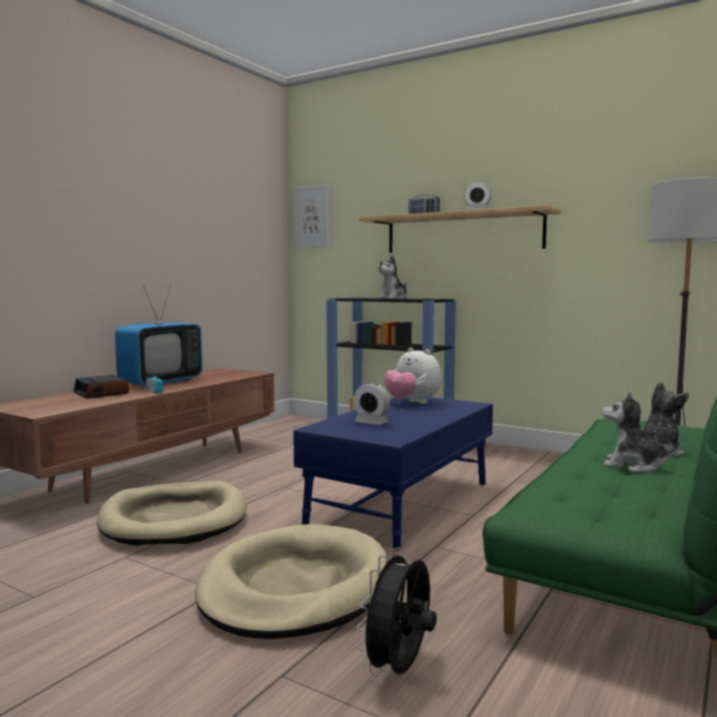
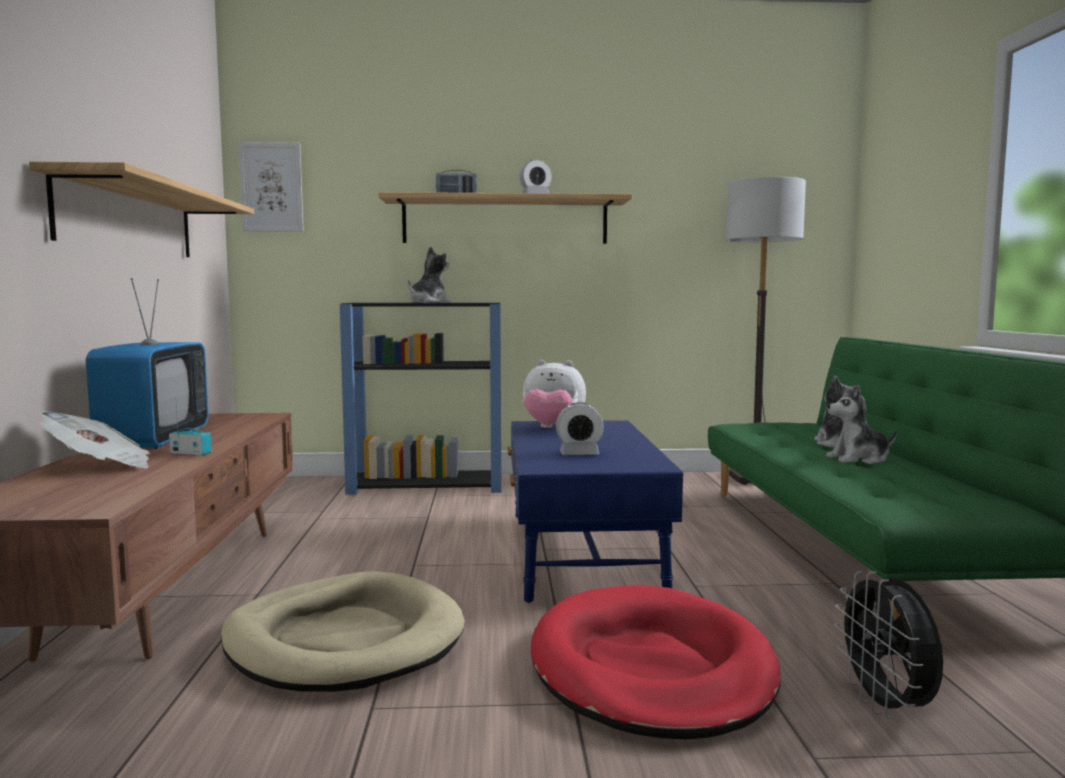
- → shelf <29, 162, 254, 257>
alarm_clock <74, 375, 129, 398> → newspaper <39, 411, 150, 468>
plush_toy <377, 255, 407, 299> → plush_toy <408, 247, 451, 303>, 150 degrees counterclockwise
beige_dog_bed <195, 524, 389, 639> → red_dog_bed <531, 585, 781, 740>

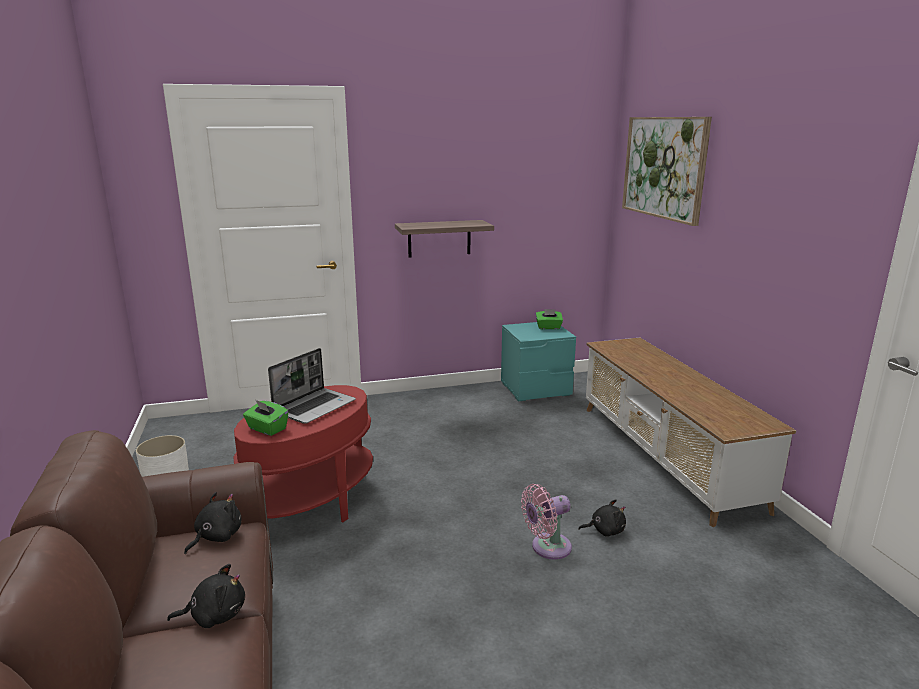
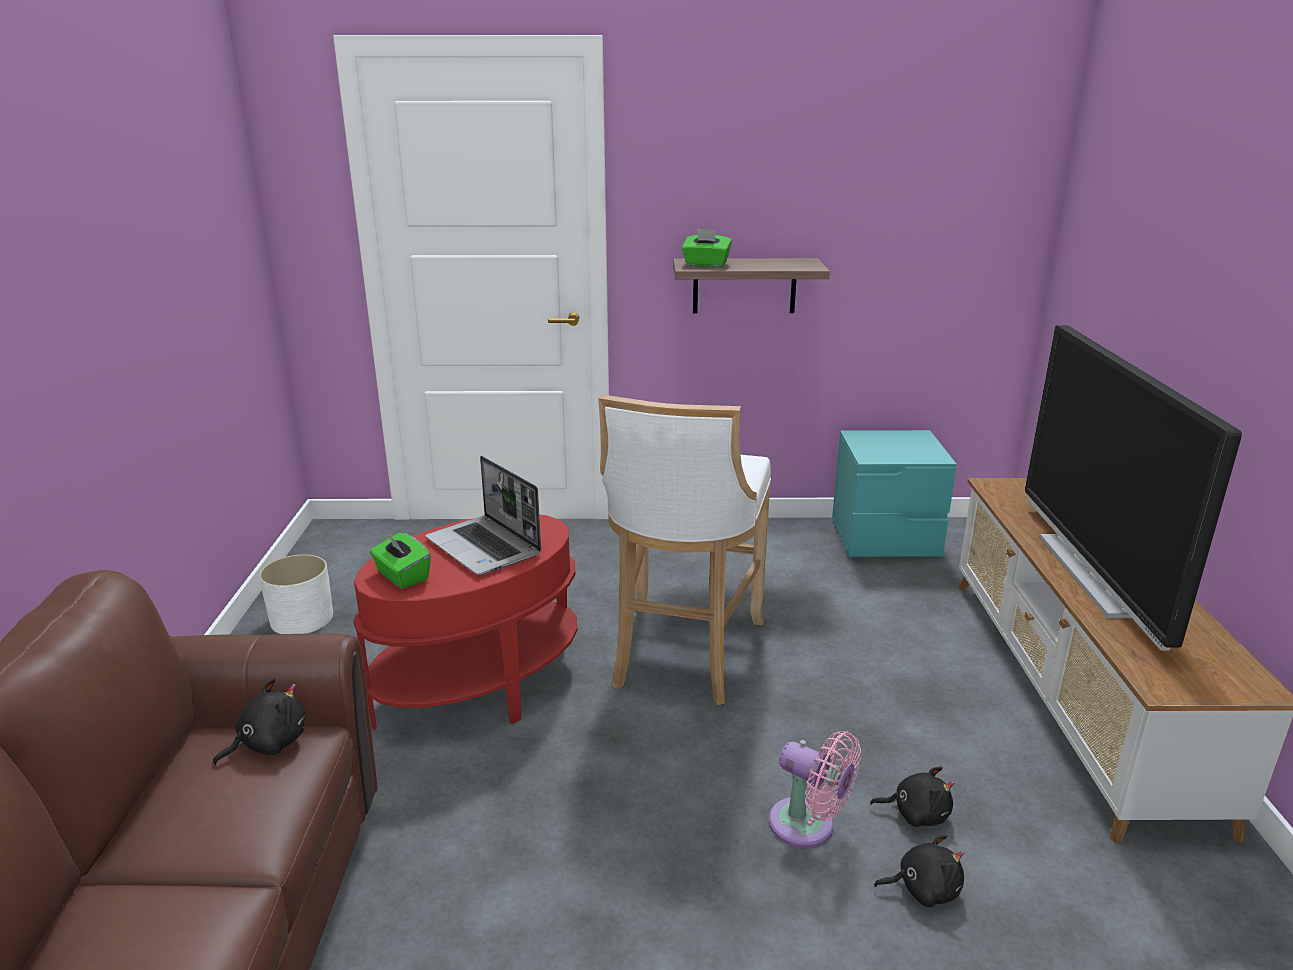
laptop <268, 348, 356, 424> → laptop <425, 456, 541, 575>, 90 degrees clockwise
- → white_stool <598, 394, 771, 705>
green_tissue_box <536, 309, 563, 329> → green_tissue_box <682, 228, 732, 267>, shifted
pink_fan <521, 484, 572, 559> → pink_fan <769, 731, 861, 848>, 135 degrees counterclockwise
black_plush_toy <167, 564, 245, 628> → black_plush_toy <874, 834, 964, 907>, shifted
- → television <1025, 325, 1242, 651>
picture <622, 117, 712, 226> → -

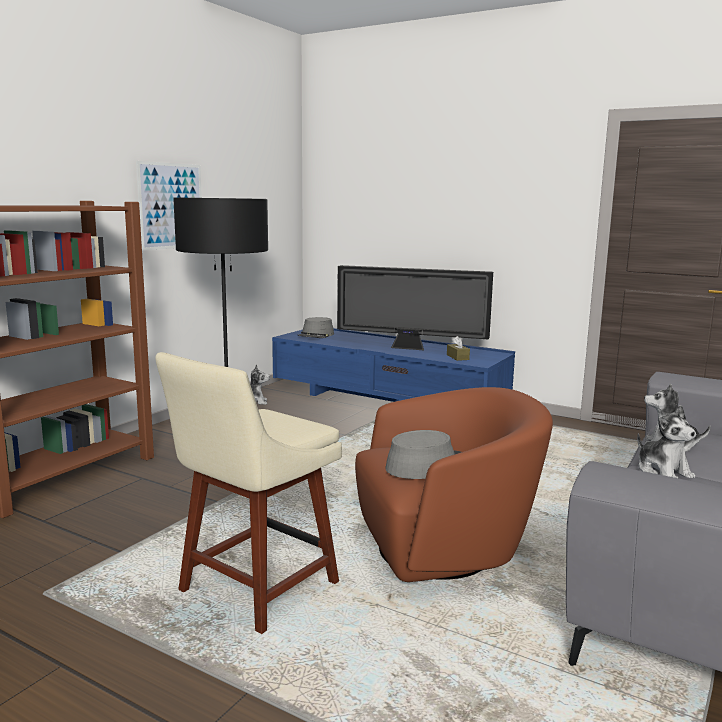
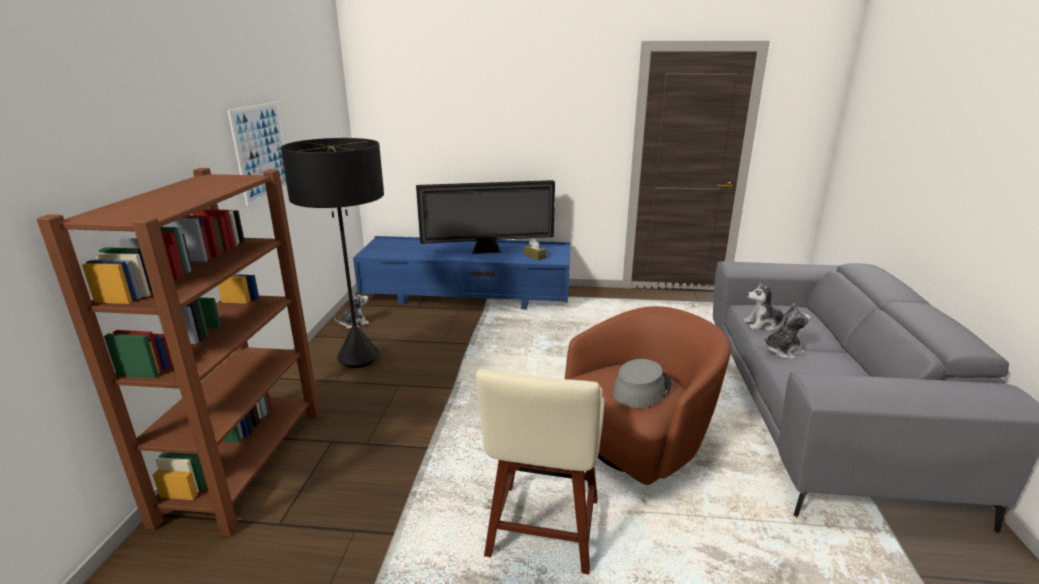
plush_toy <637, 405, 696, 478> → plush_toy <764, 303, 811, 359>, 60 degrees counterclockwise
grey_hat <297, 317, 334, 338> → -

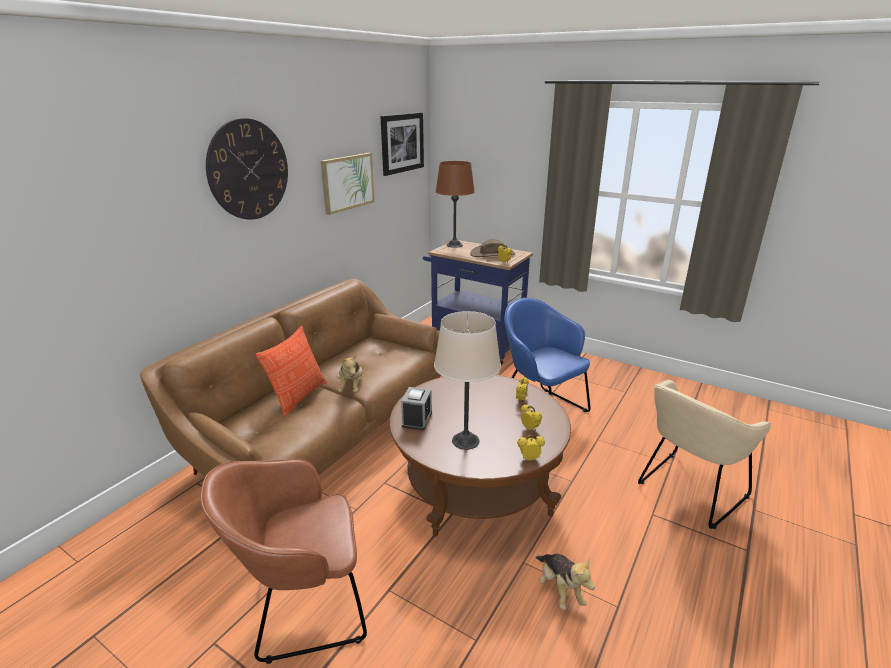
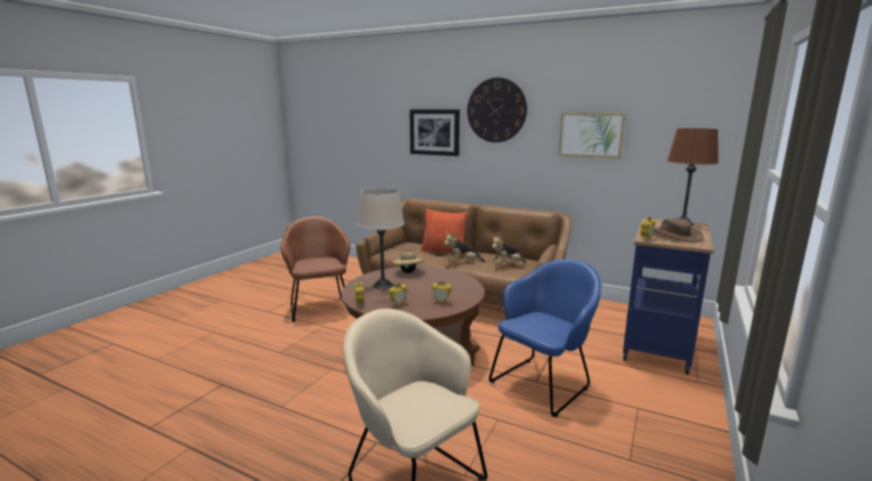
alarm_clock <401, 387, 432, 430> → beige_hat <393, 252, 424, 273>
picture <380, 112, 424, 176> → picture <410, 109, 460, 156>, shifted
plush_toy <536, 554, 595, 610> → plush_toy <491, 235, 526, 265>, shifted

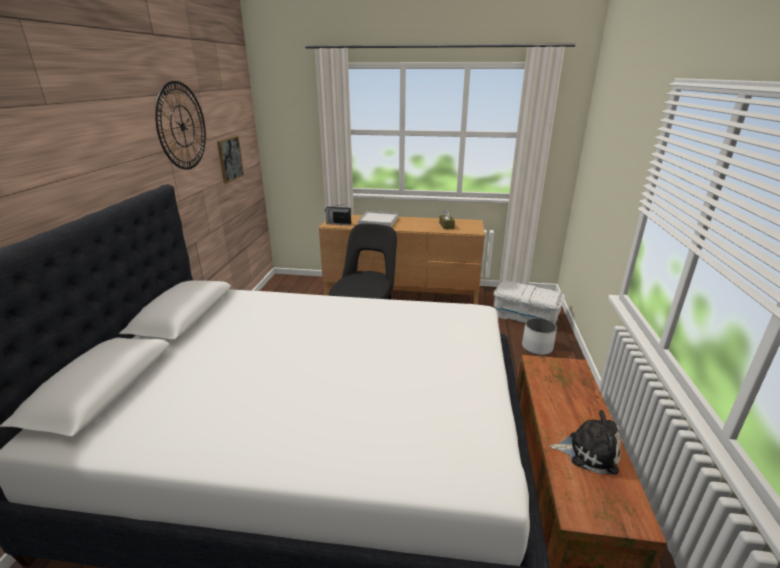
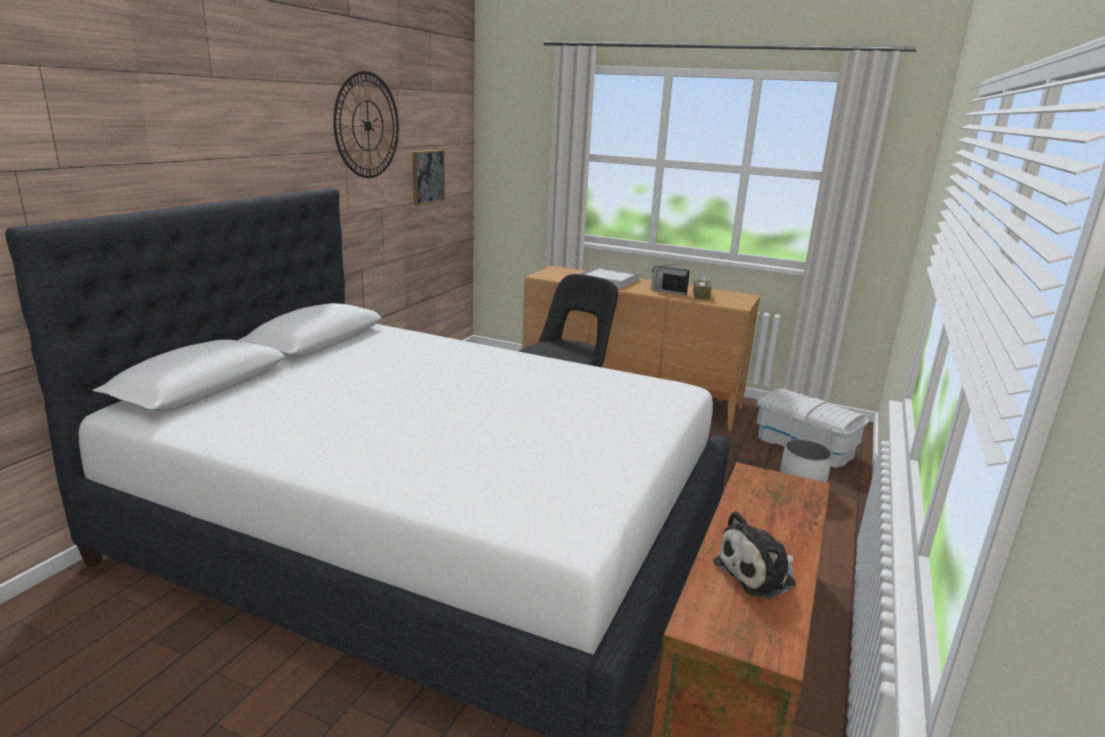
radio <325, 204, 351, 225> → radio <651, 263, 690, 295>, shifted
plush_toy <549, 410, 621, 474> → plush_toy <713, 511, 796, 599>, 120 degrees clockwise

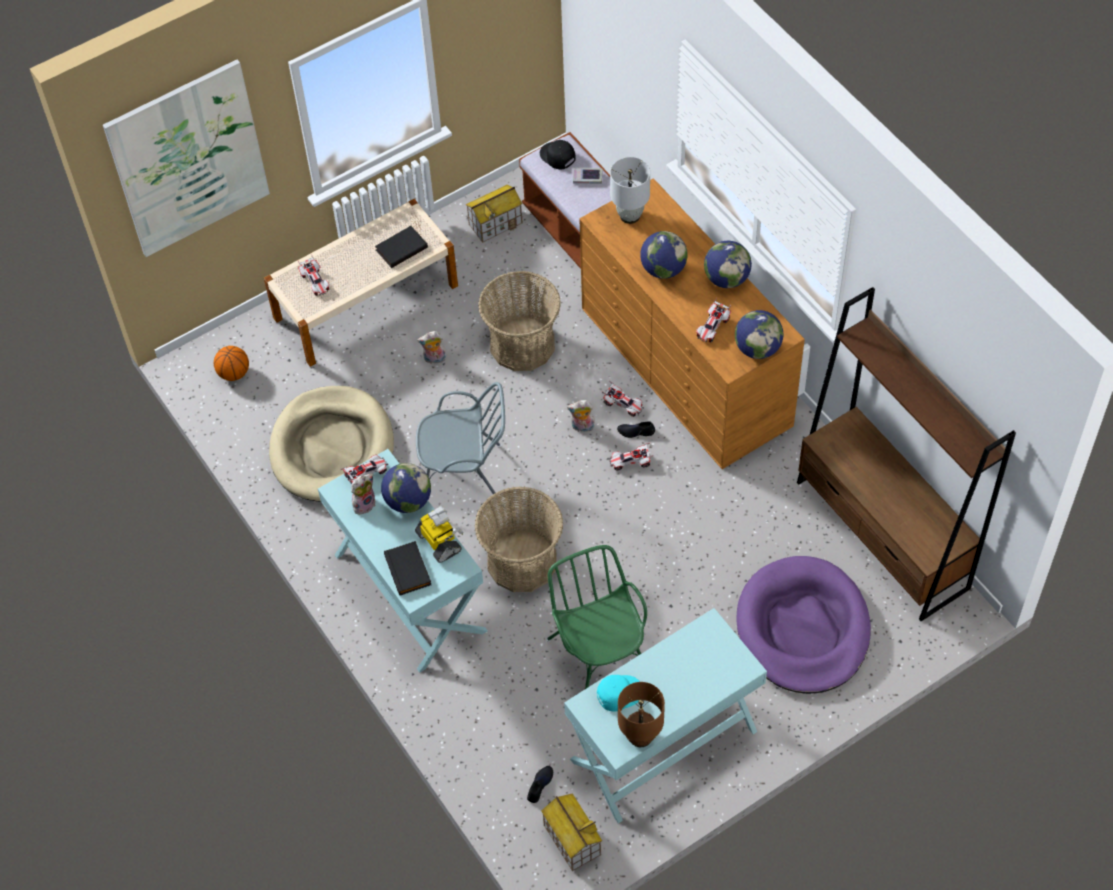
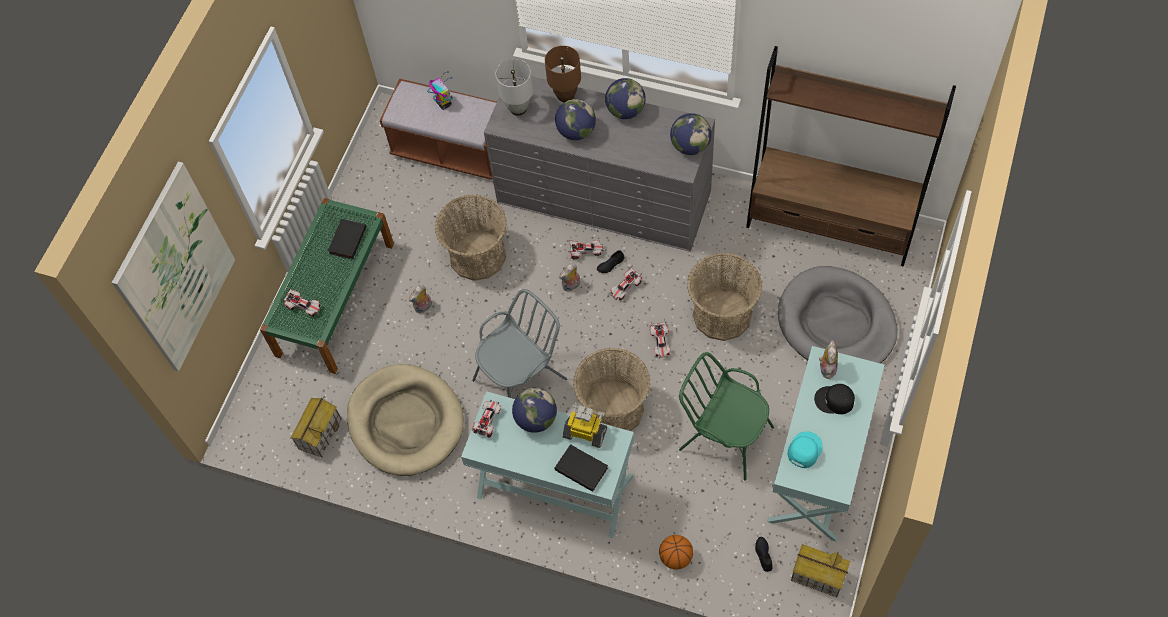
beige_bench <264, 199, 458, 367> → green_bench <260, 198, 394, 374>
toy_house <466, 185, 522, 243> → toy_house <291, 398, 341, 458>, shifted
book <573, 167, 603, 184> → toy_robot <427, 71, 453, 110>
brown_dresser <579, 178, 805, 469> → grey_dresser <484, 76, 715, 252>
brown_table_lamp <618, 682, 665, 747> → brown_table_lamp <545, 46, 581, 102>, shifted
toy_car <696, 298, 731, 342> → toy_car <650, 319, 671, 358>, shifted
basketball <214, 346, 249, 381> → basketball <659, 535, 693, 569>, shifted
- → basket <687, 253, 762, 341>
purple_dog_bed <736, 556, 871, 694> → grey_dog_bed <778, 266, 898, 363>
black_cap <540, 140, 576, 169> → black_cap <814, 384, 855, 414>, shifted
plush_toy <351, 474, 375, 514> → plush_toy <819, 340, 838, 379>, shifted

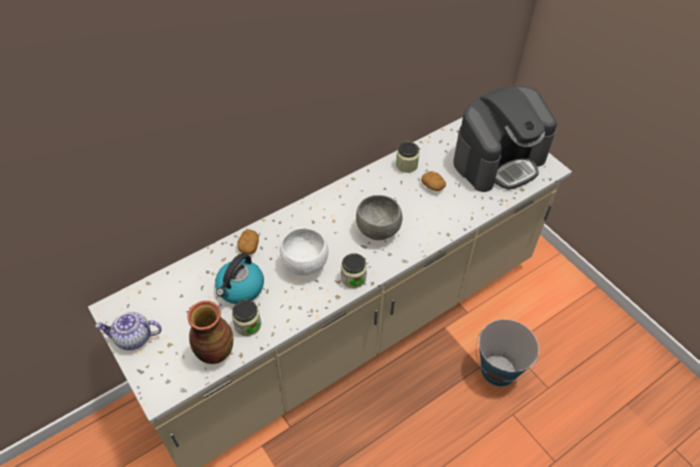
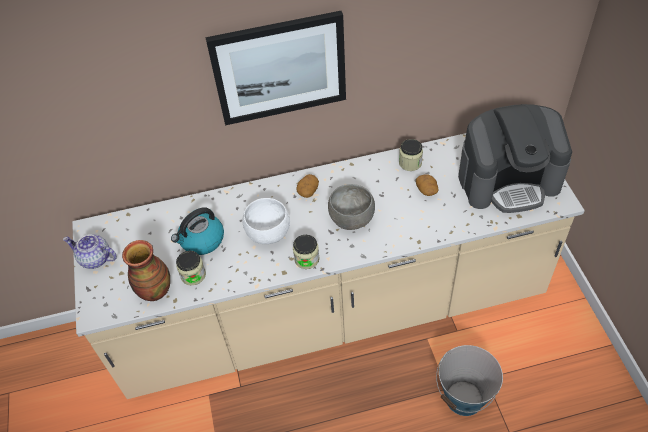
- → picture <205, 11, 346, 125>
potato <237, 230, 259, 255> → potato <296, 174, 319, 198>, shifted

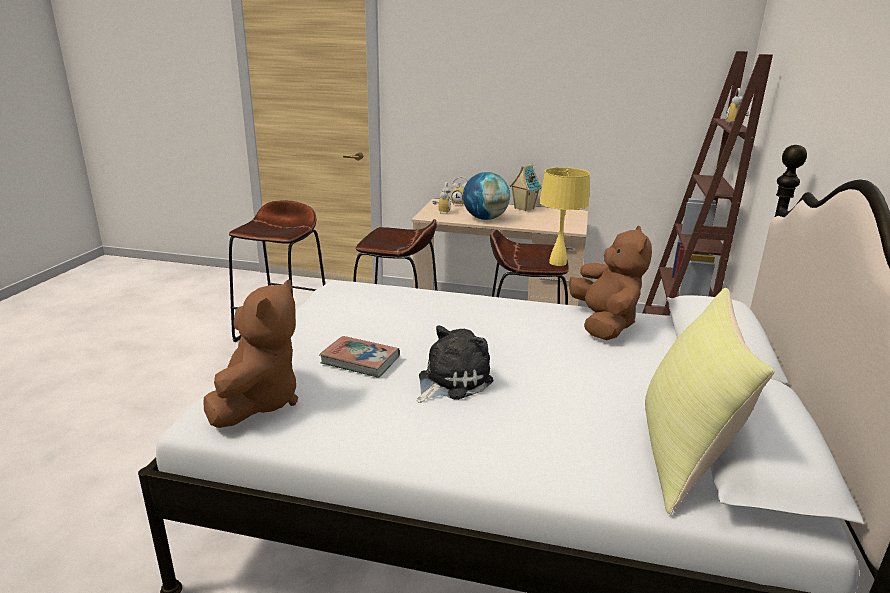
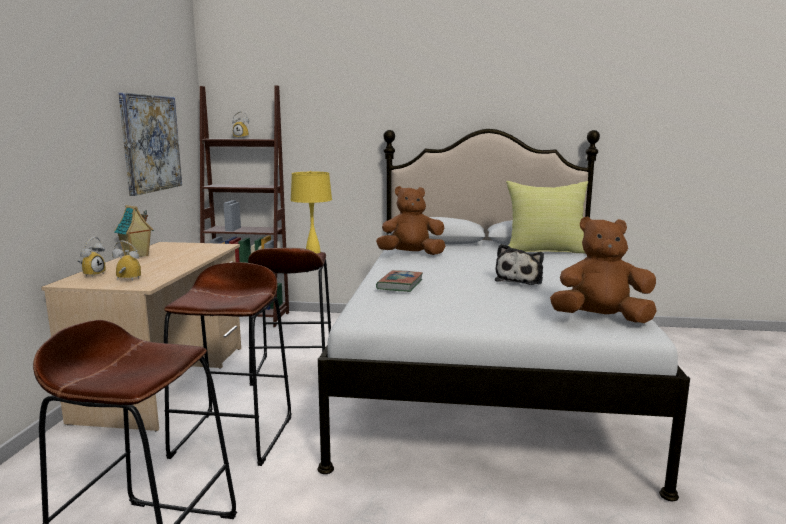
- → picture <118, 93, 182, 196>
book <319, 336, 400, 378> → book <376, 270, 423, 292>, shifted
plush_toy <417, 325, 493, 403> → plush_toy <495, 244, 544, 285>, 105 degrees counterclockwise
globe <463, 172, 510, 220> → -

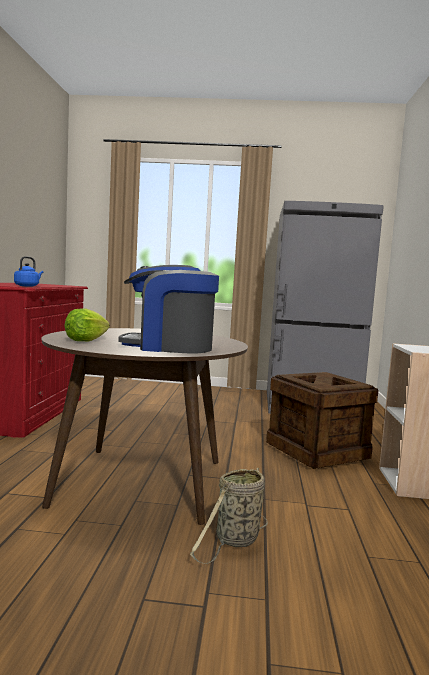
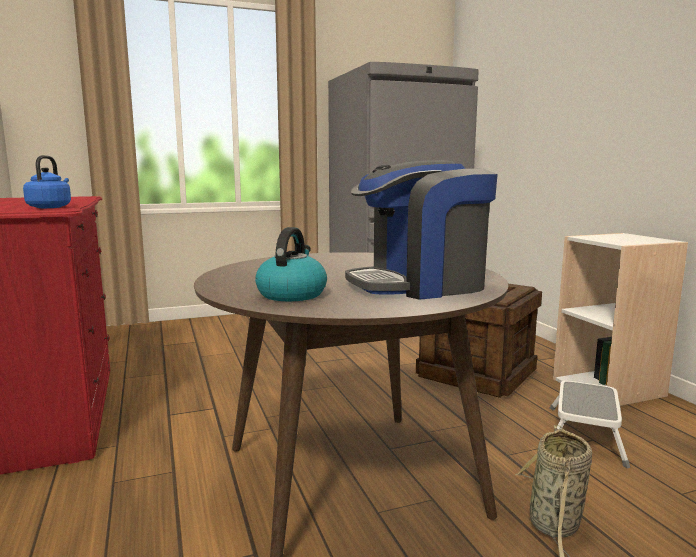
lettuce <65, 308, 110, 341> → kettle <255, 227, 327, 301>
- → grey_step_ladder <550, 381, 630, 469>

